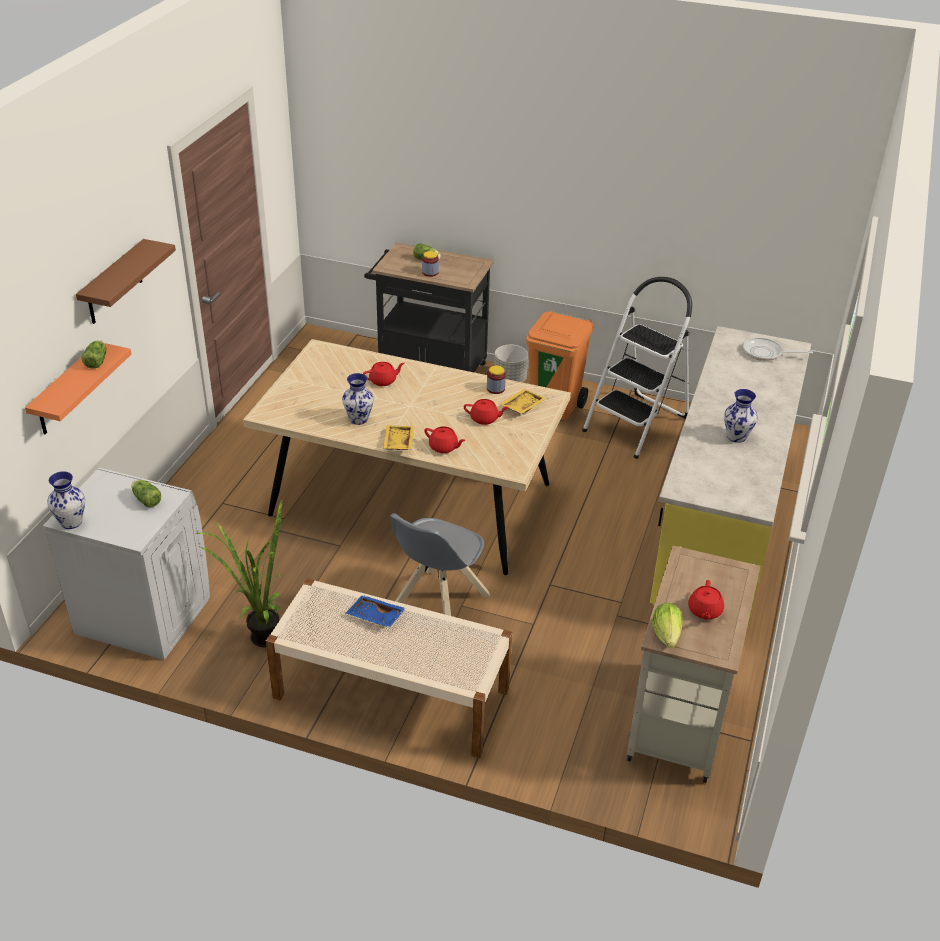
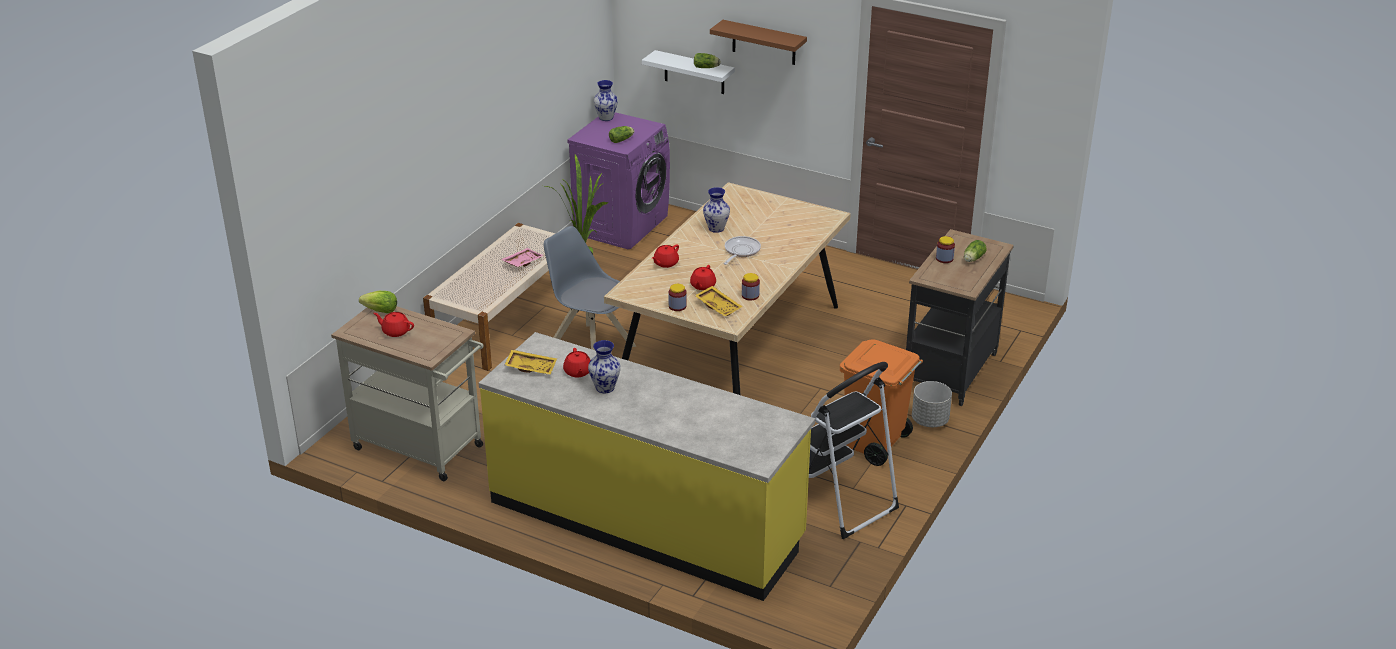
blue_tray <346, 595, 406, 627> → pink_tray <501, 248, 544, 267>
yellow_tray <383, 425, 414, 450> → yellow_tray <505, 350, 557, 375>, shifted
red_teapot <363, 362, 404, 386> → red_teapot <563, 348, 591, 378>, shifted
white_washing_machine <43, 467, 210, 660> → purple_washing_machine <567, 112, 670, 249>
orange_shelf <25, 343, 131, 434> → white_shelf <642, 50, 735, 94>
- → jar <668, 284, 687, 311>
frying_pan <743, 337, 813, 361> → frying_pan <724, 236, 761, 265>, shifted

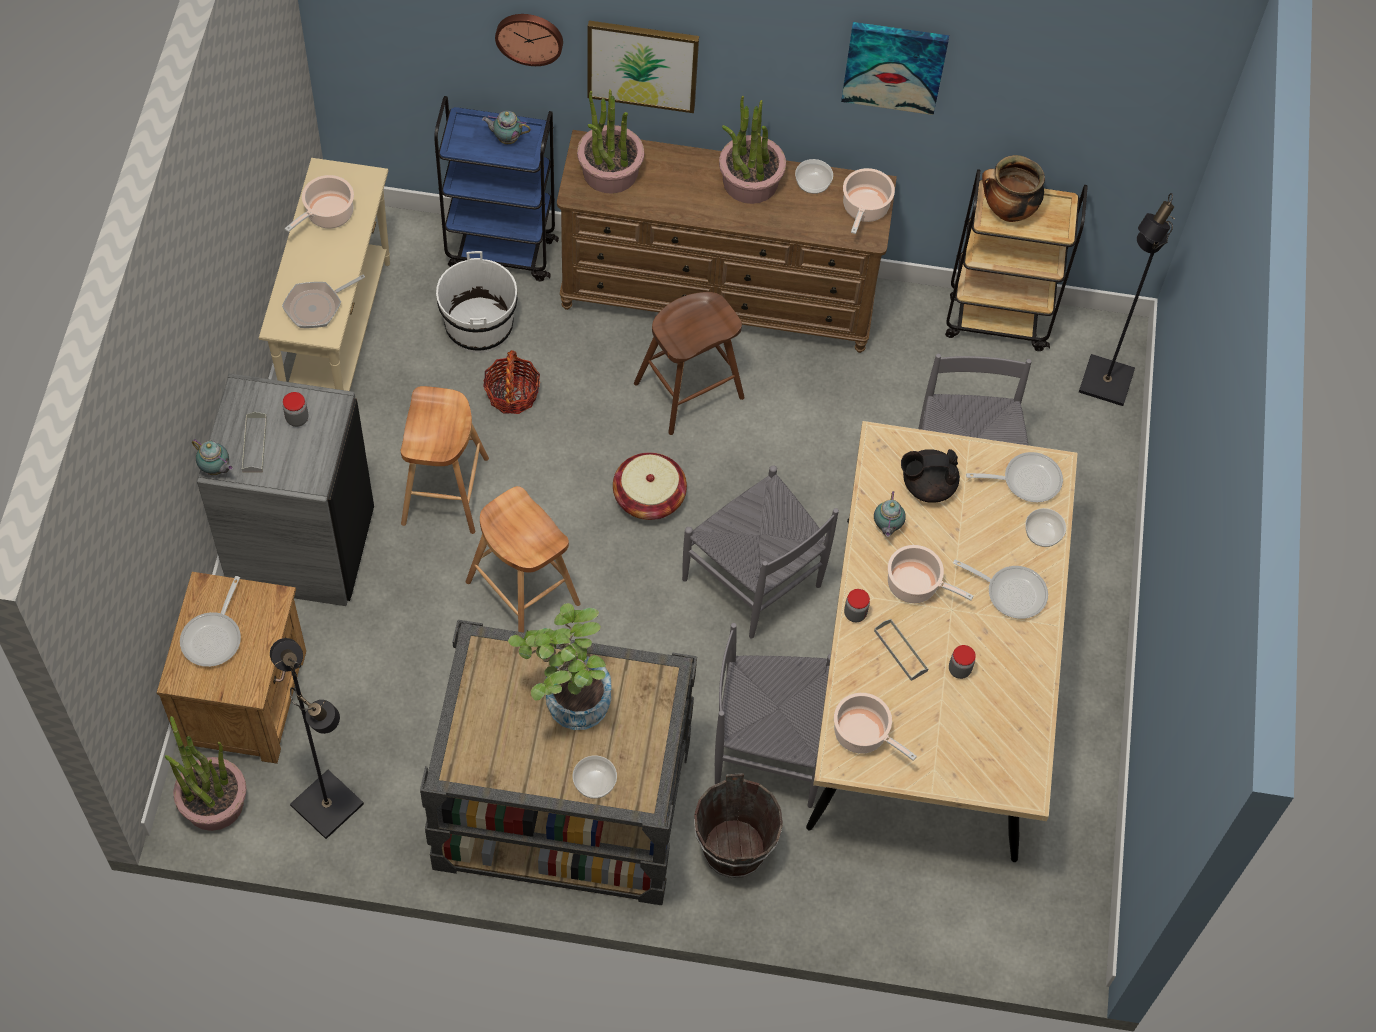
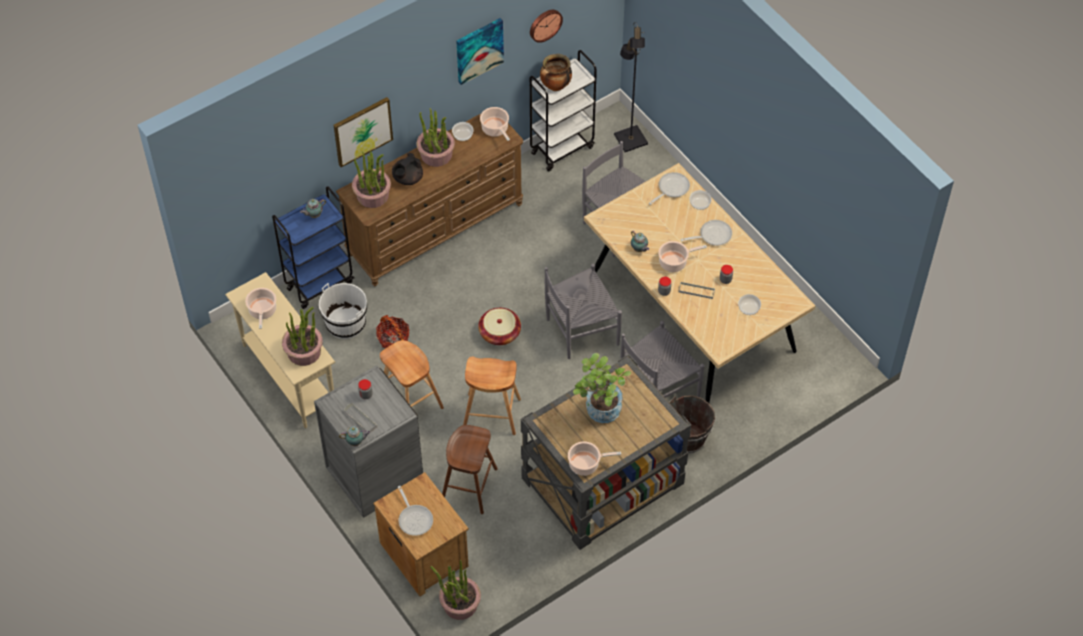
frying_pan <282, 275, 365, 328> → potted_plant <282, 307, 323, 366>
black_teapot <901, 449, 960, 503> → black_teapot <392, 153, 423, 185>, shifted
brown_stool <634, 292, 745, 435> → brown_stool <442, 425, 498, 514>, shifted
wall_clock <495, 14, 563, 66> → wall_clock <530, 10, 563, 43>, shifted
brown_cart <945, 169, 1087, 351> → white_cart <530, 50, 597, 171>
grey_chair <682, 465, 839, 639> → grey_chair <545, 263, 622, 359>, 150 degrees clockwise
cooking_pot <834, 693, 917, 761> → cooking_pot <568, 441, 621, 476>, shifted
bowl <573, 756, 617, 799> → bowl <738, 294, 761, 315>, shifted
black_floor_lamp <270, 638, 364, 839> → -

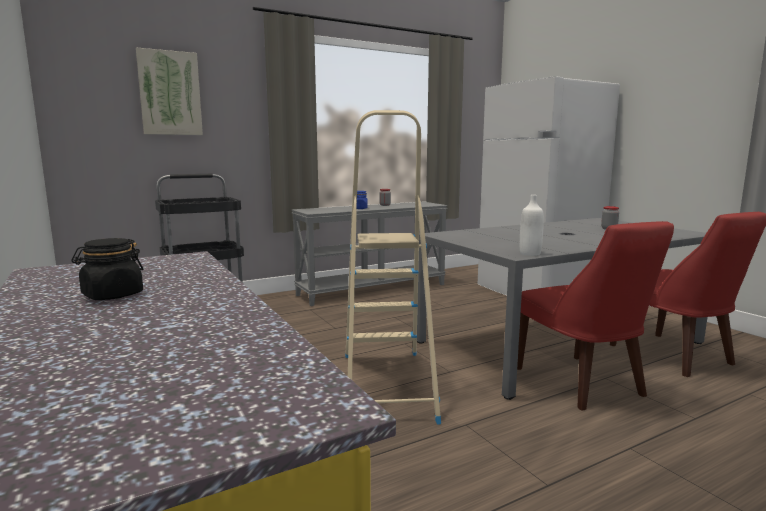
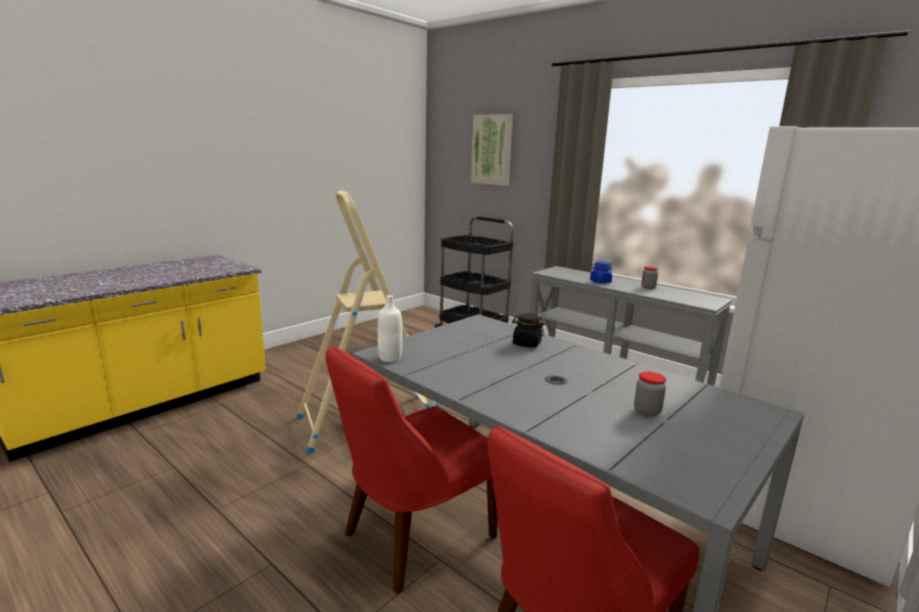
black_jar <71, 238, 144, 300> → black_jar <512, 313, 544, 348>, shifted

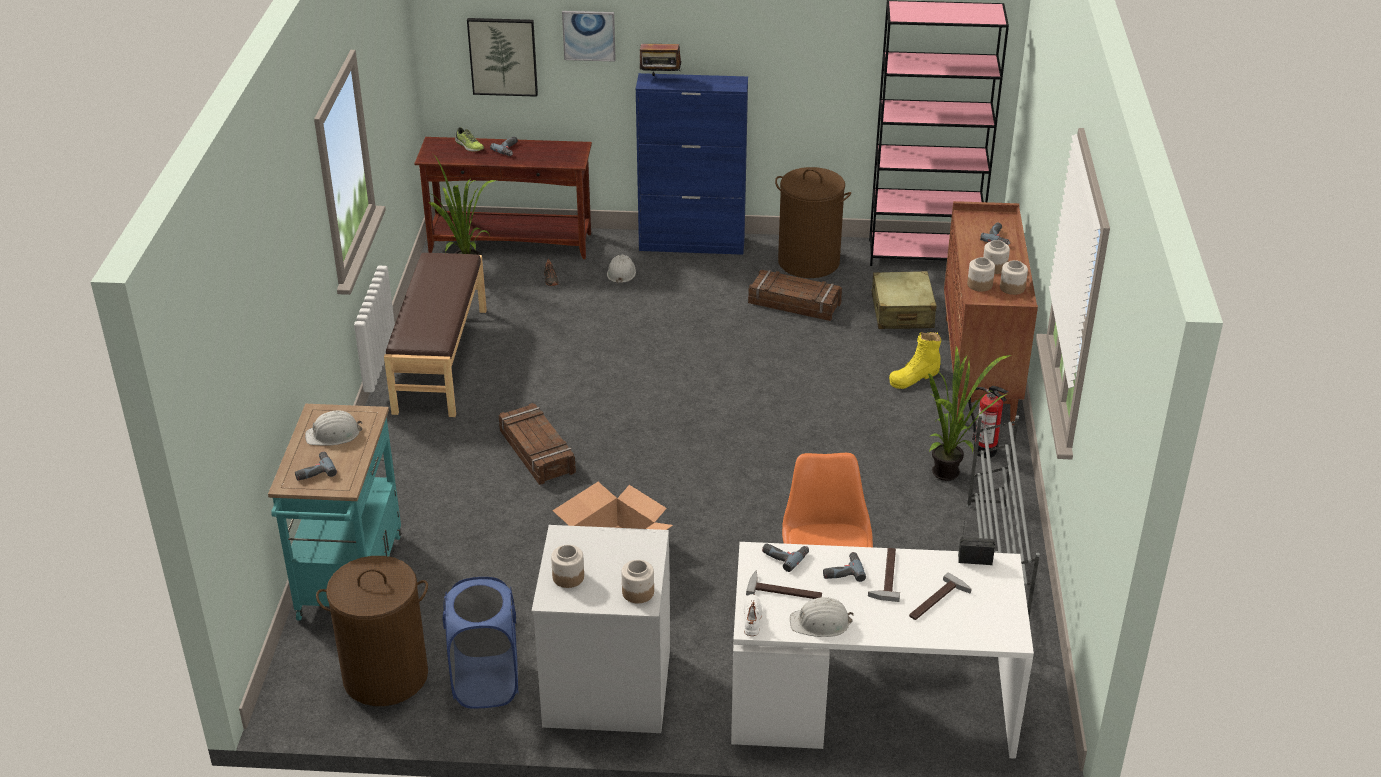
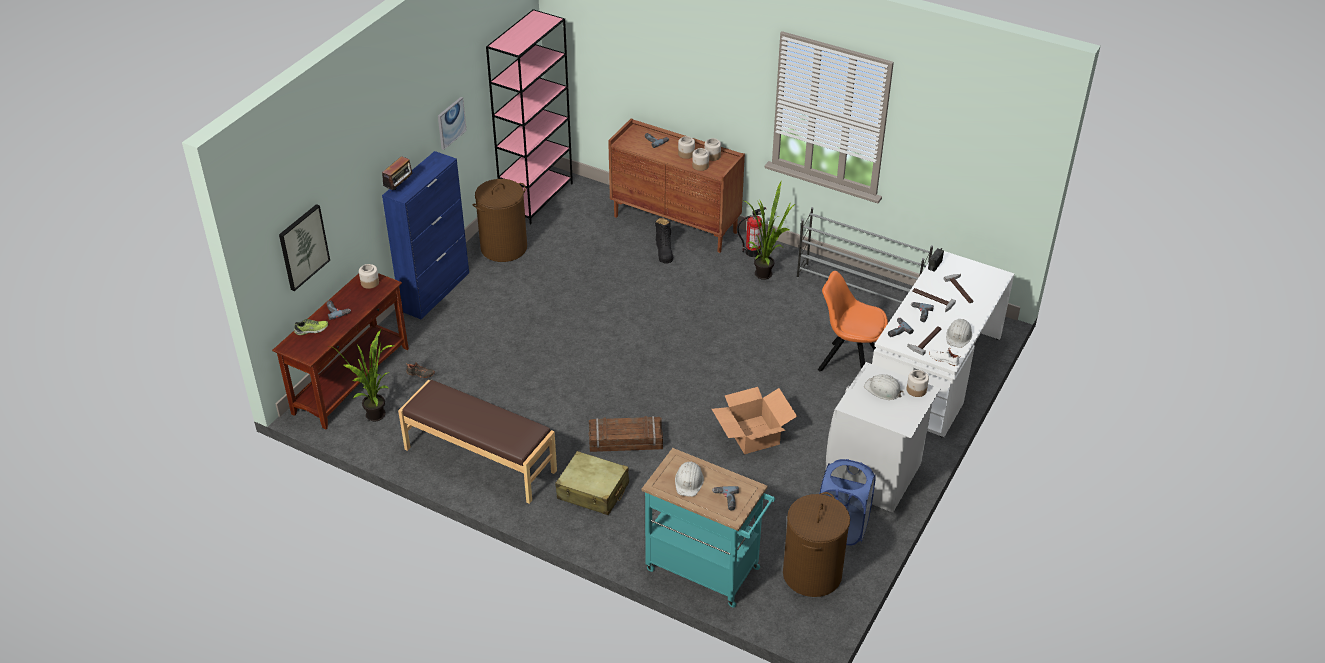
jar <551, 545, 584, 588> → jar <359, 264, 379, 289>, shifted
picture <562, 11, 616, 62> → picture <438, 97, 467, 150>, shifted
beige_suitcase <871, 271, 937, 329> → beige_suitcase <555, 451, 629, 515>, shifted
yellow_boot <889, 332, 941, 389> → black_boot <655, 217, 674, 263>
white_hard_hat <607, 255, 636, 284> → white_hard_hat <864, 374, 904, 400>, shifted
crate <748, 270, 842, 321> → -

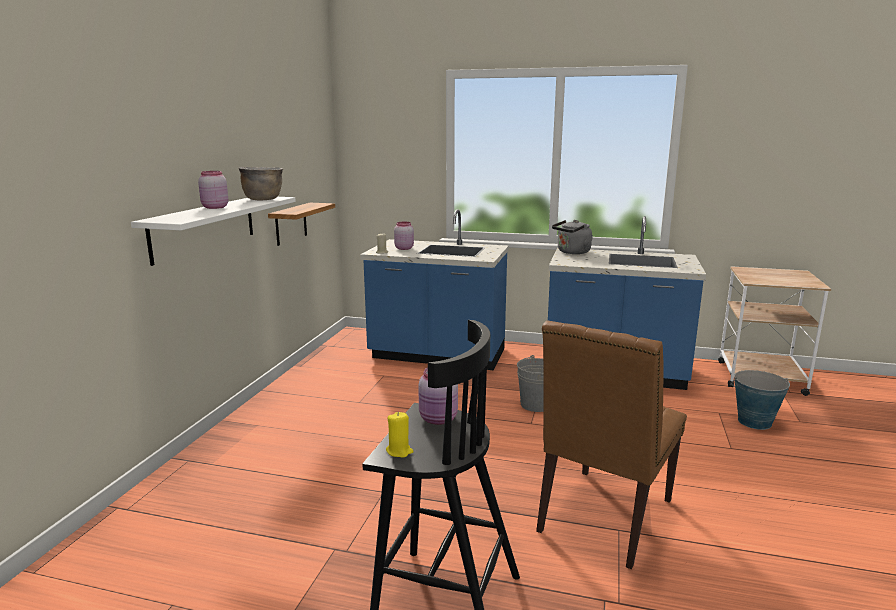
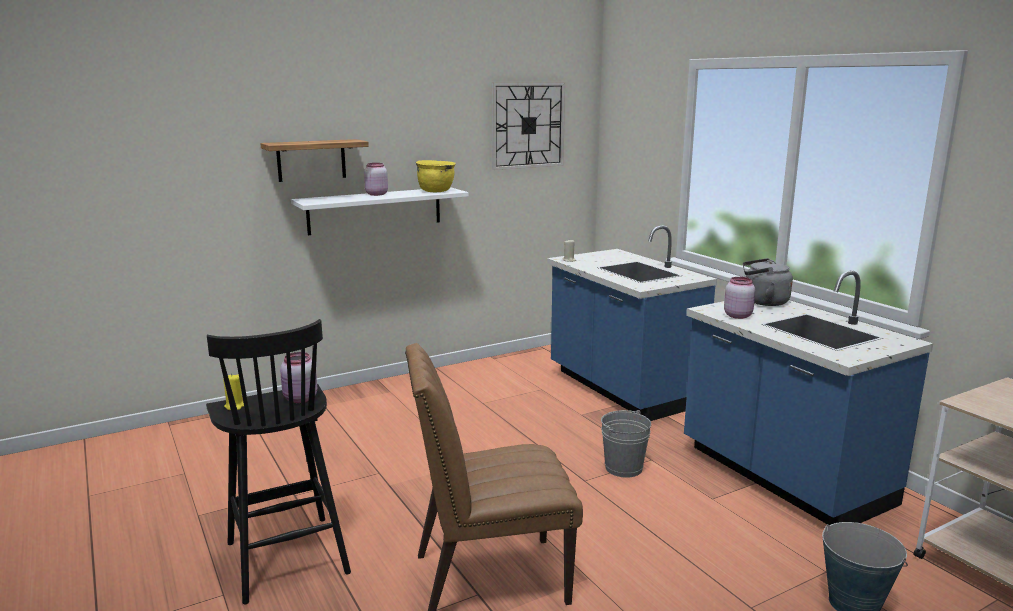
shelf <268, 203, 335, 246> → shelf <260, 139, 369, 182>, shifted
brown_cooking_pot <239, 167, 283, 200> → yellow_cooking_pot <416, 160, 455, 192>
- → wall_clock <492, 82, 565, 170>
pink_jar <394, 222, 414, 250> → pink_jar <724, 277, 755, 319>, shifted

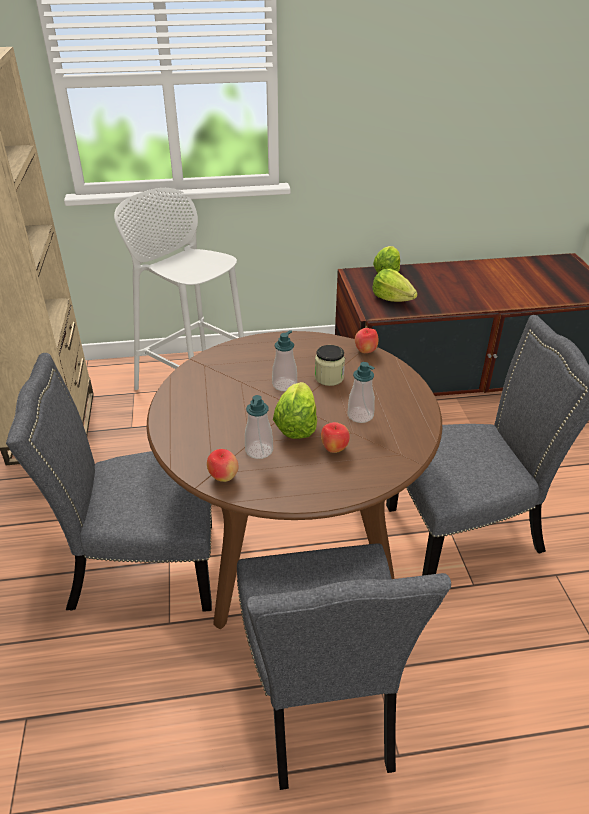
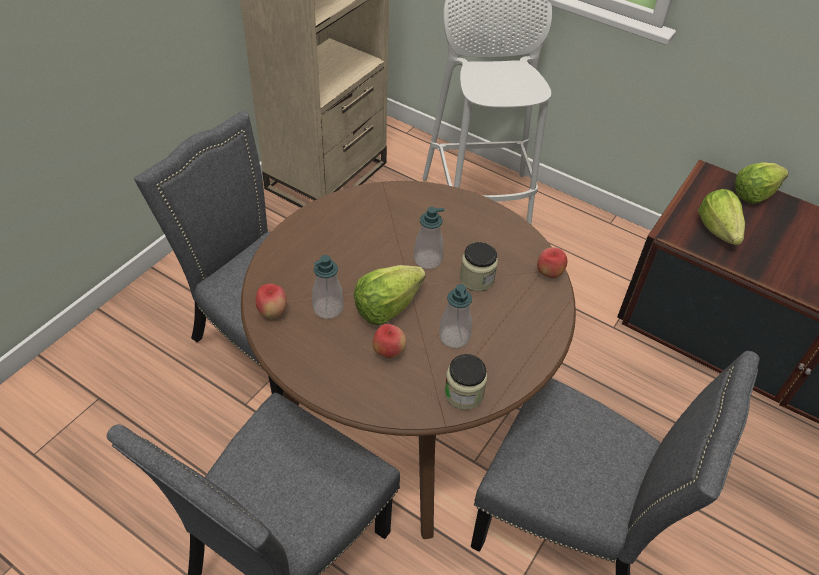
- → jar <444, 354, 487, 410>

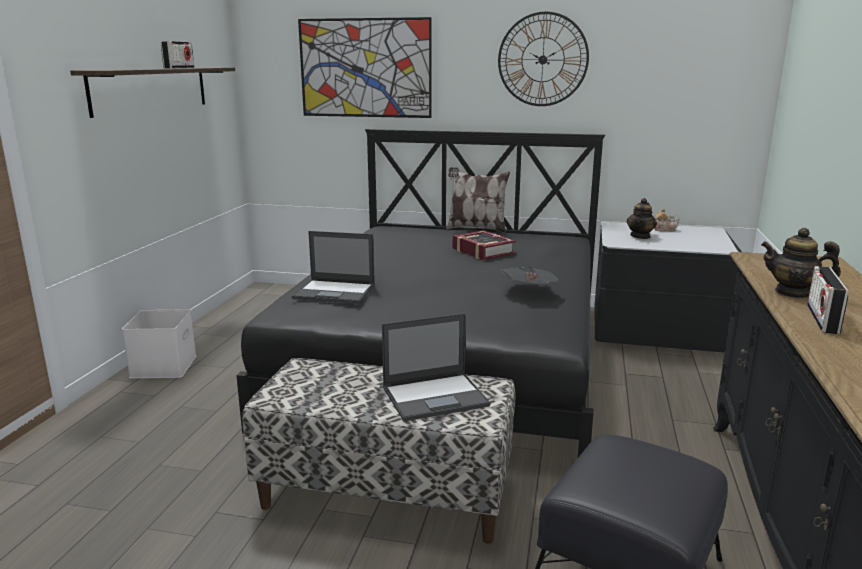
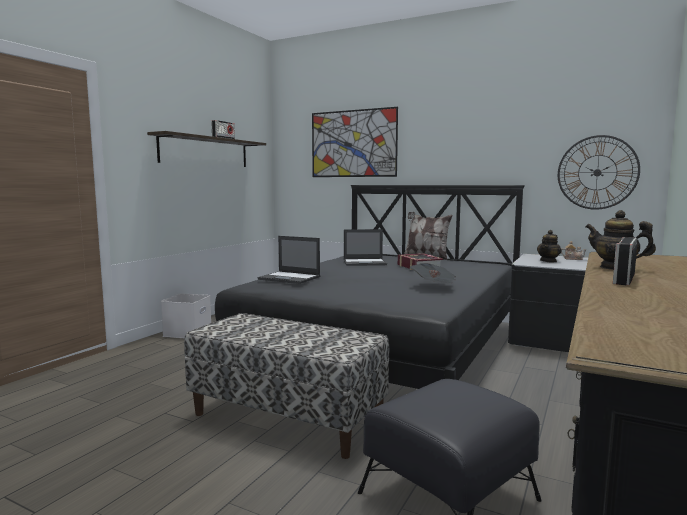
laptop <382, 313, 491, 421> → laptop <344, 229, 387, 266>, shifted
wall_clock <498, 11, 589, 106> → wall_clock <558, 135, 640, 210>, shifted

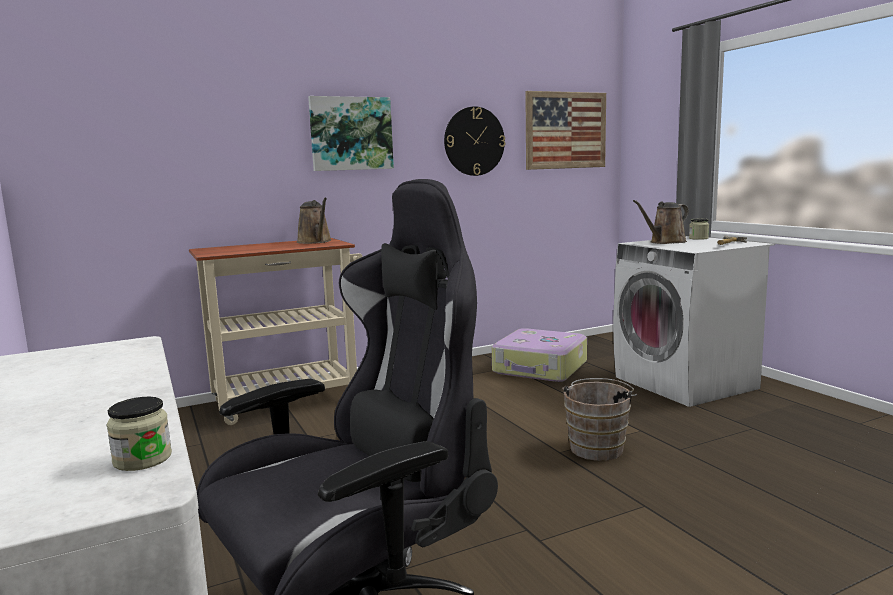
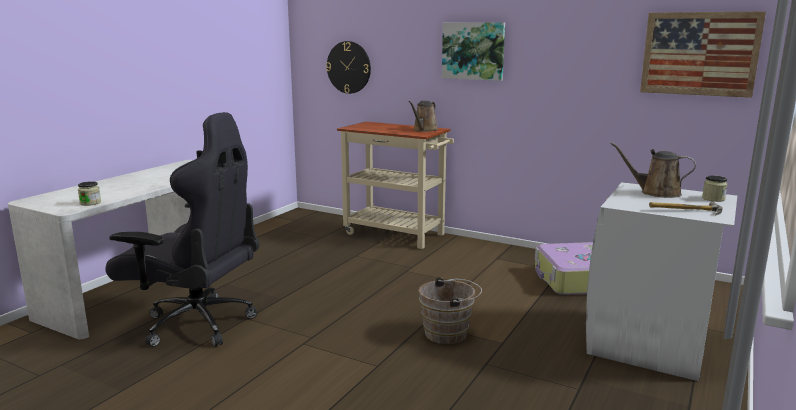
wall_clock <444, 106, 505, 176> → wall_clock <326, 41, 371, 94>, shifted

